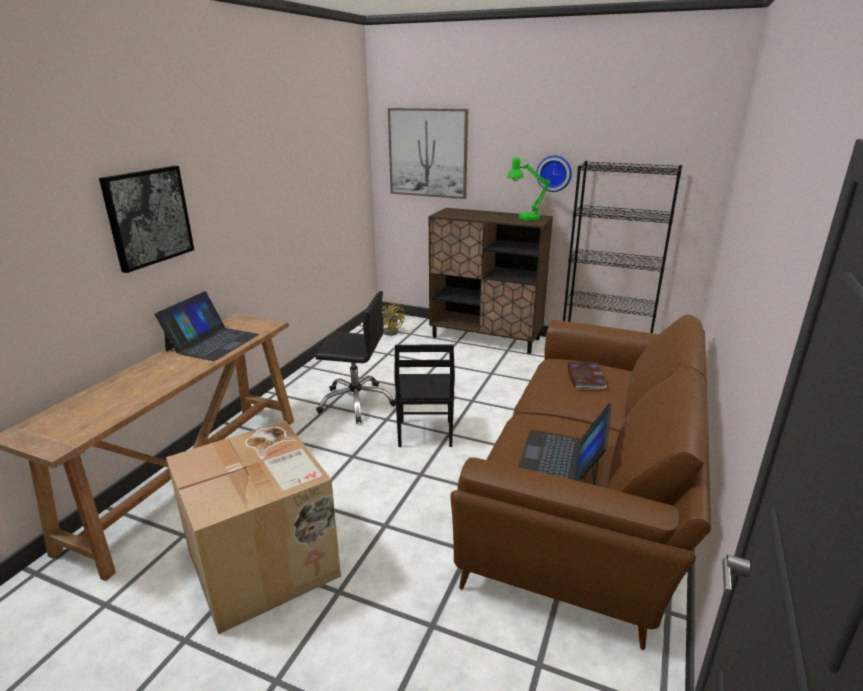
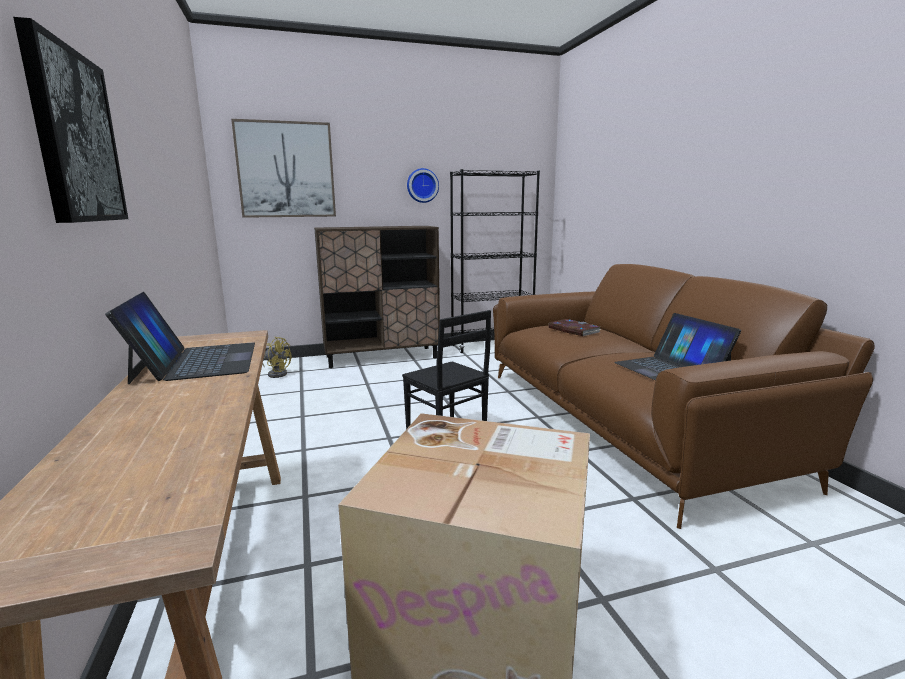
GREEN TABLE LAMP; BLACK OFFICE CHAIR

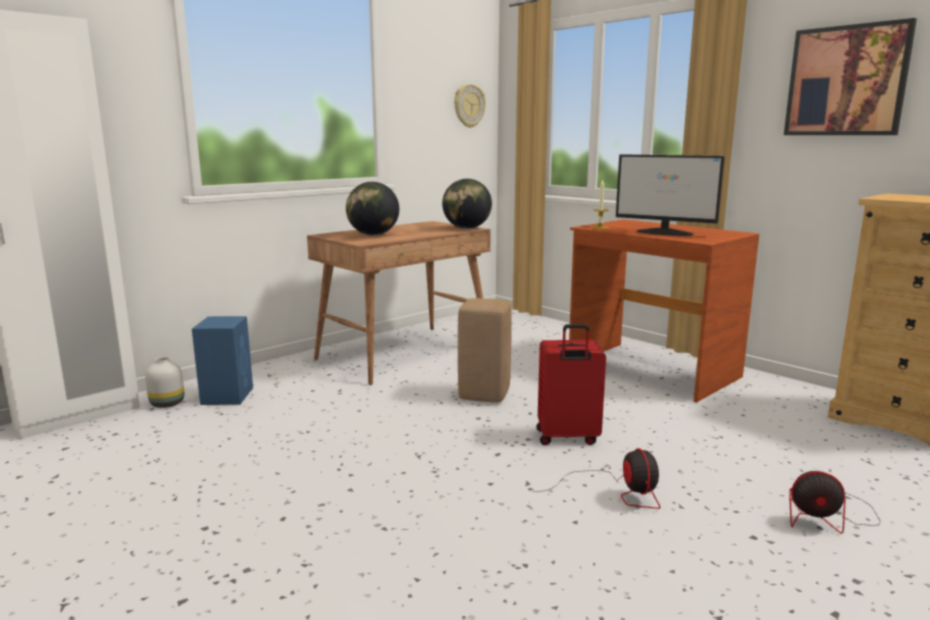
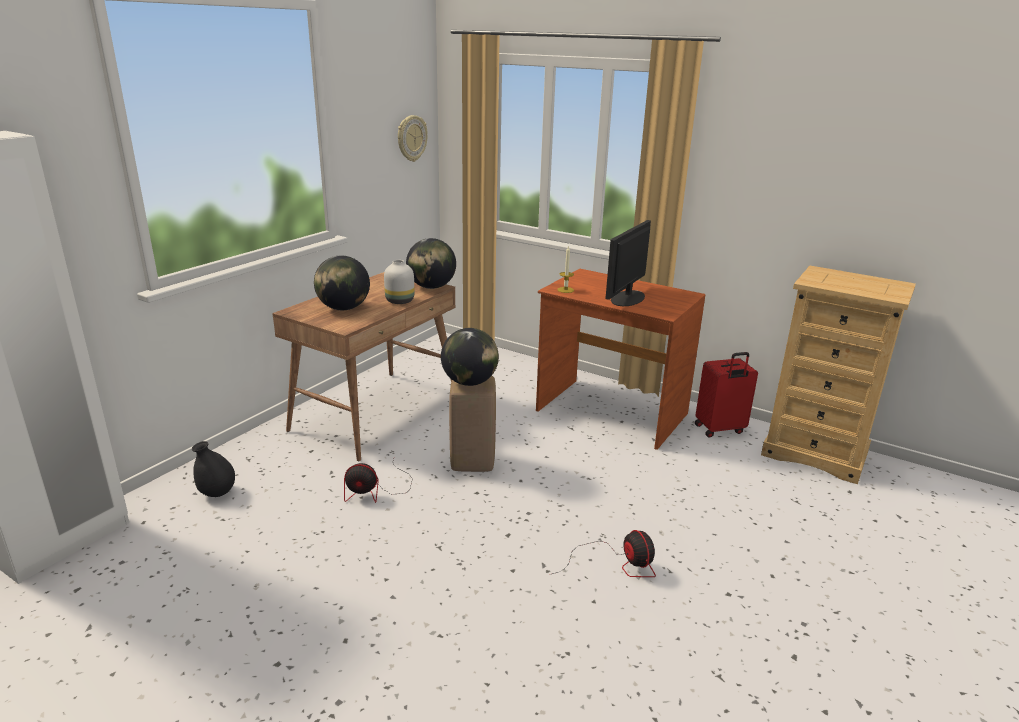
PICTURE; MONITOR; BLACK VASE; RED SUITCASE; WHITE VASE; FAN (1st from left); GLOBE (3rd from left)

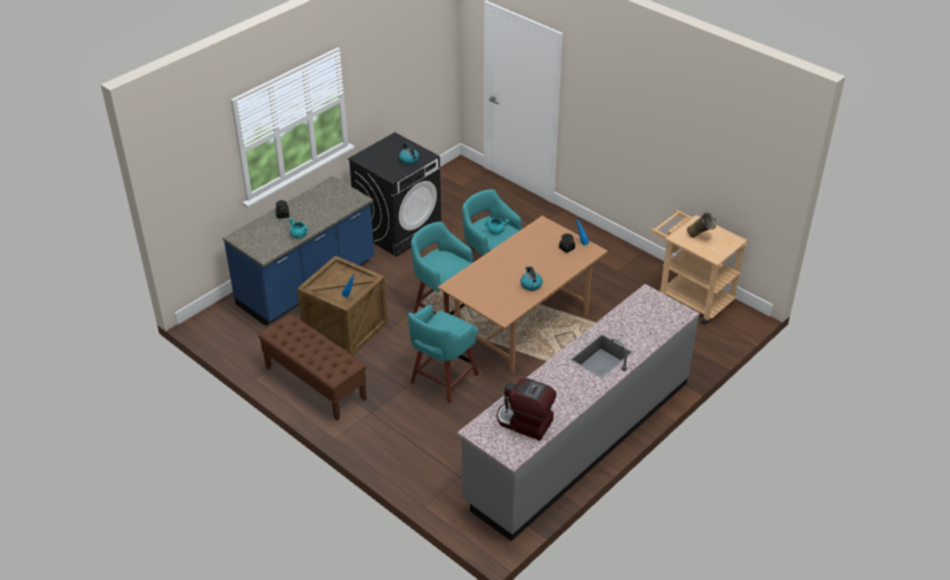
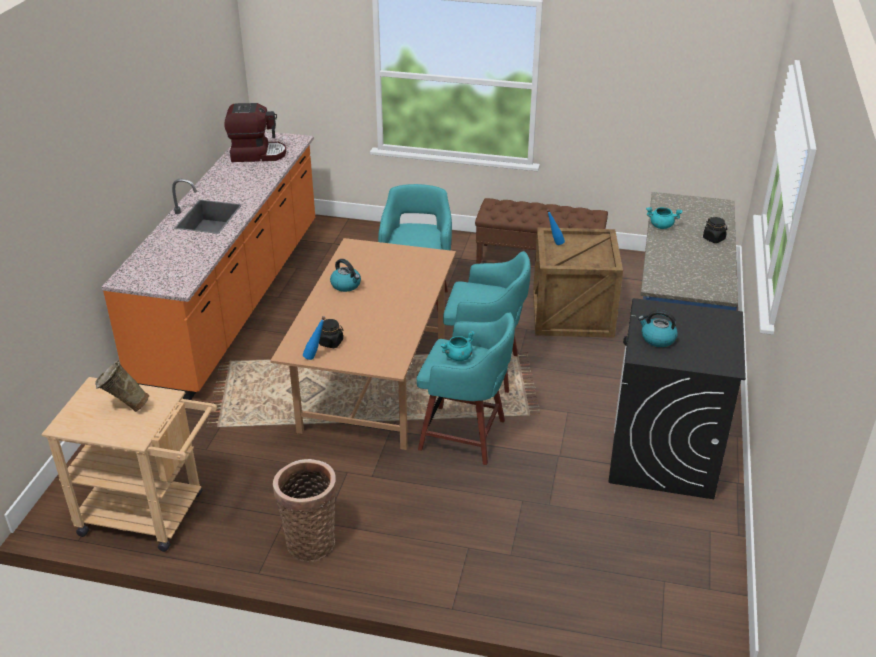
ORANGE COUNTER; BASKET

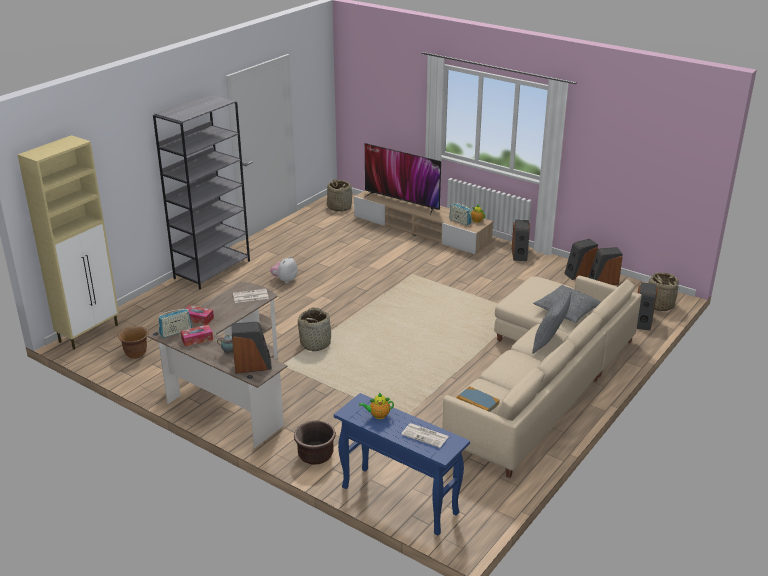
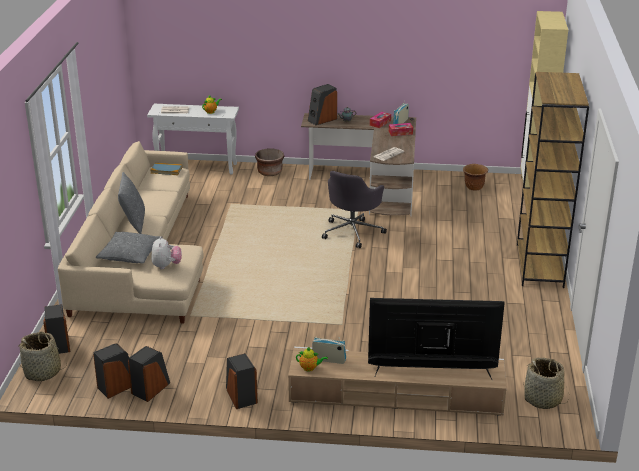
BROWN BOOKCASE; PLUSH TOY; GREY OFFICE CHAIR; WHITE CONSOLE TABLE

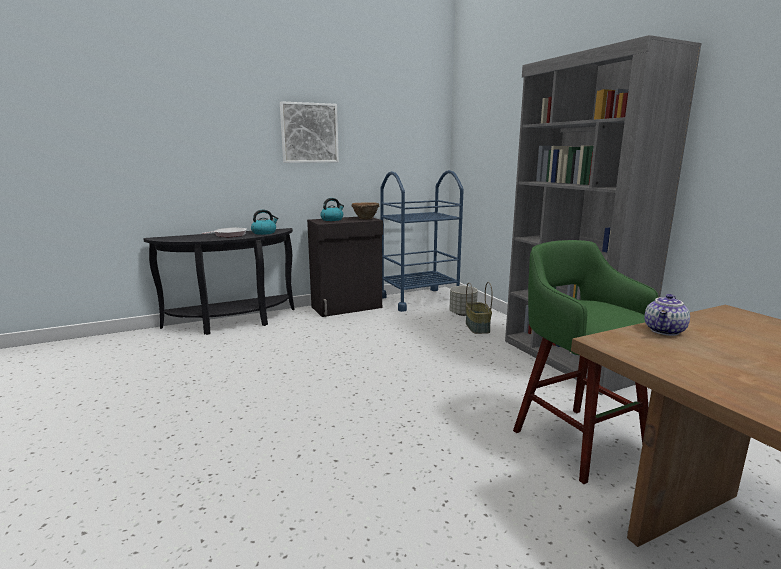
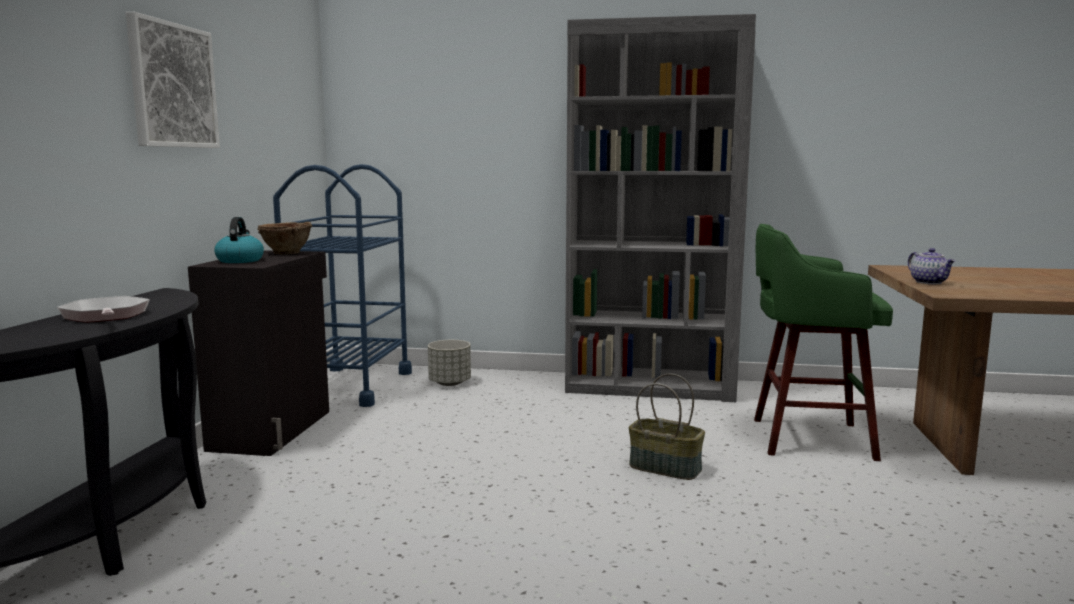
KETTLE (1st from left in the first image); BASKET

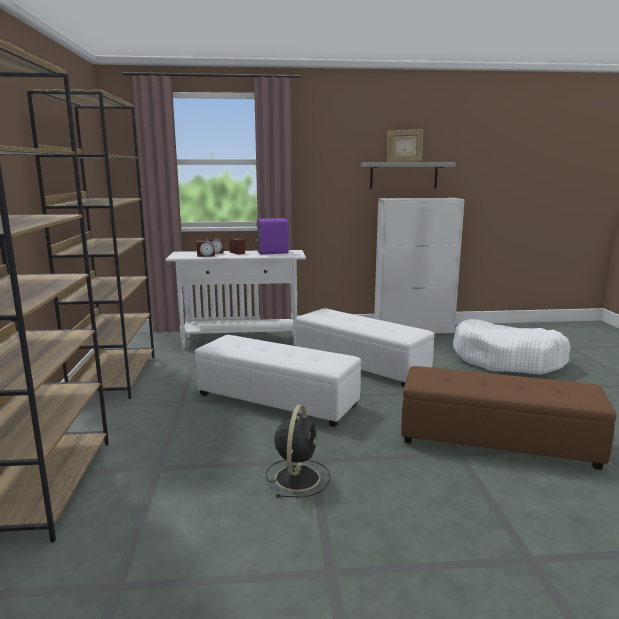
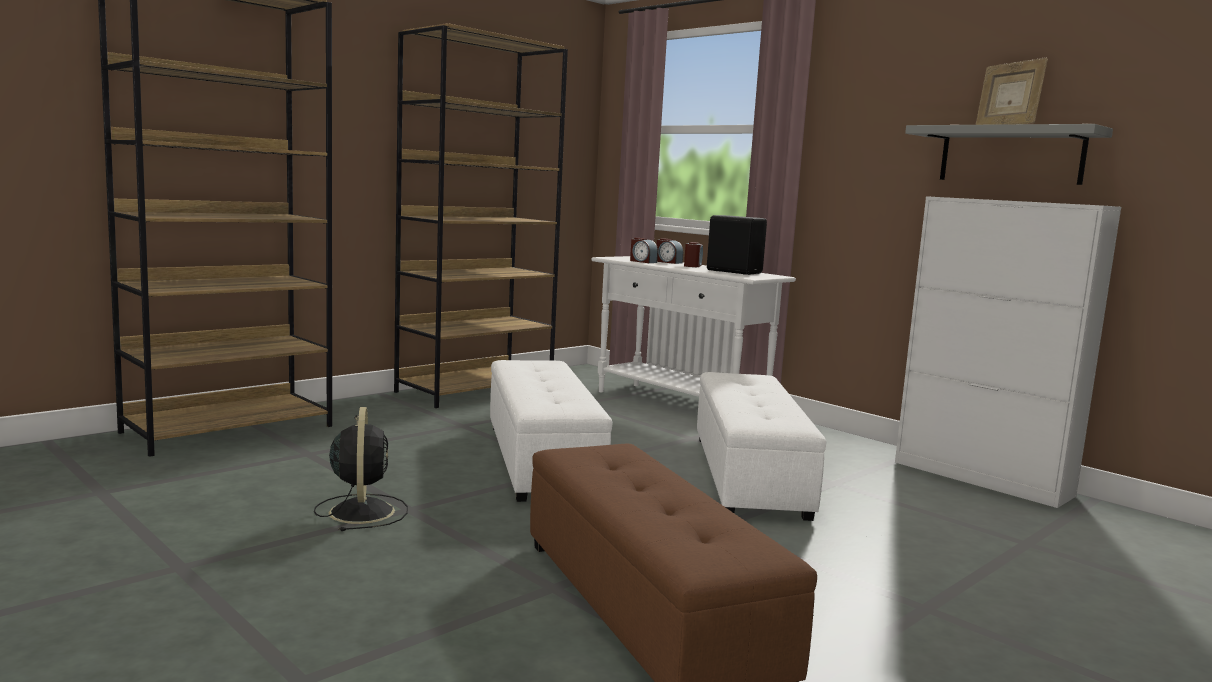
BLACK SPEAKER; WHITE DOG BED; BLACK FAN

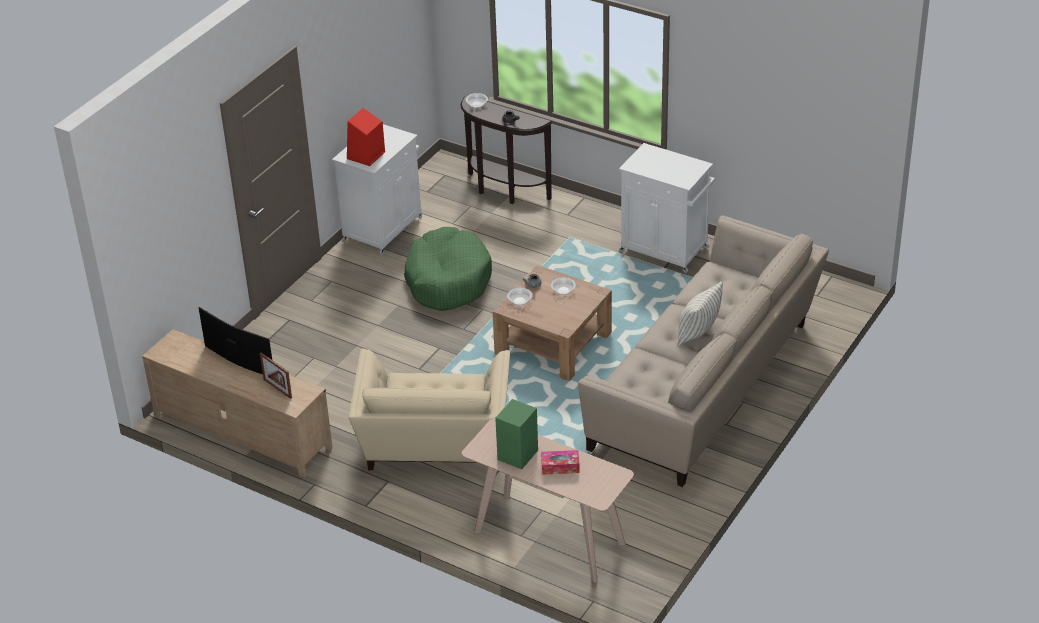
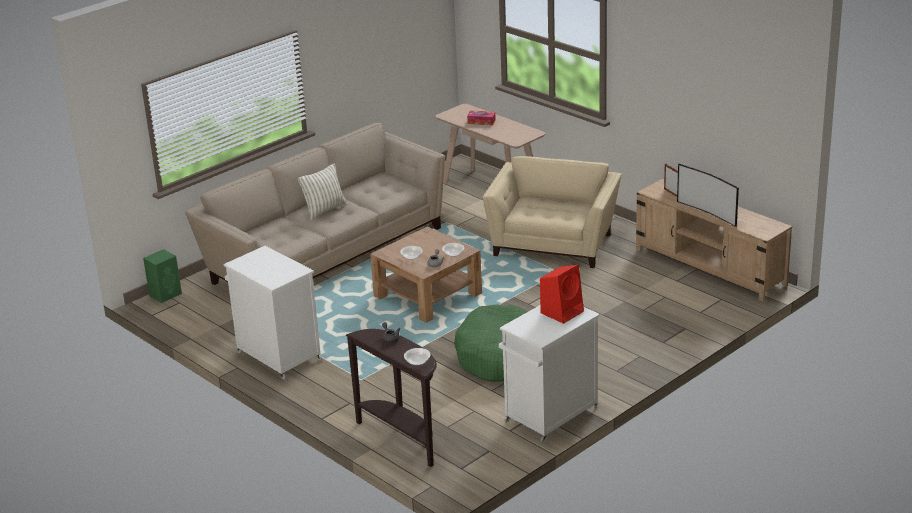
GREEN SPEAKER

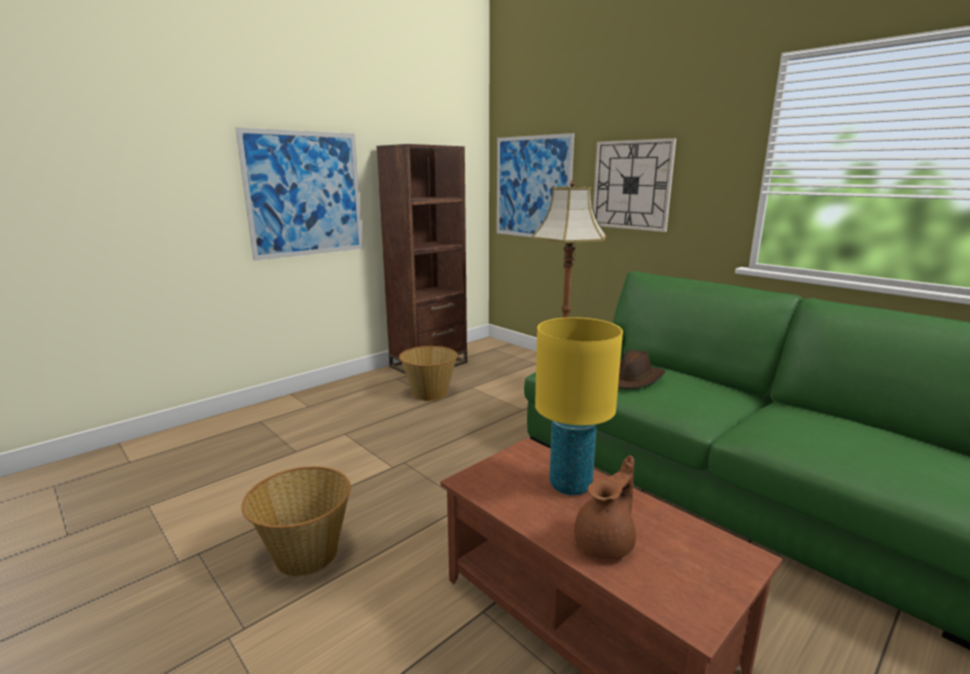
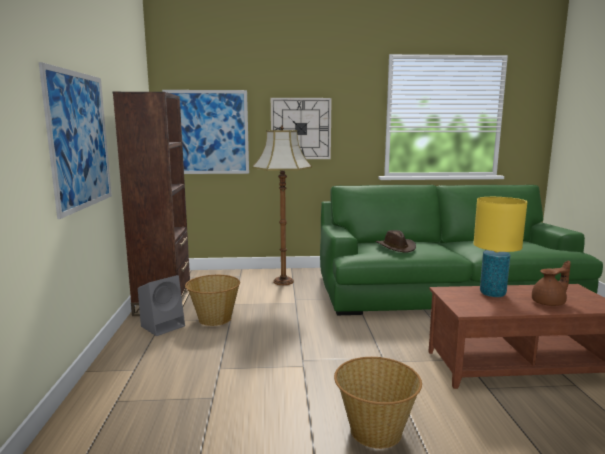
BROWN TEAPOT; GREY SPEAKER

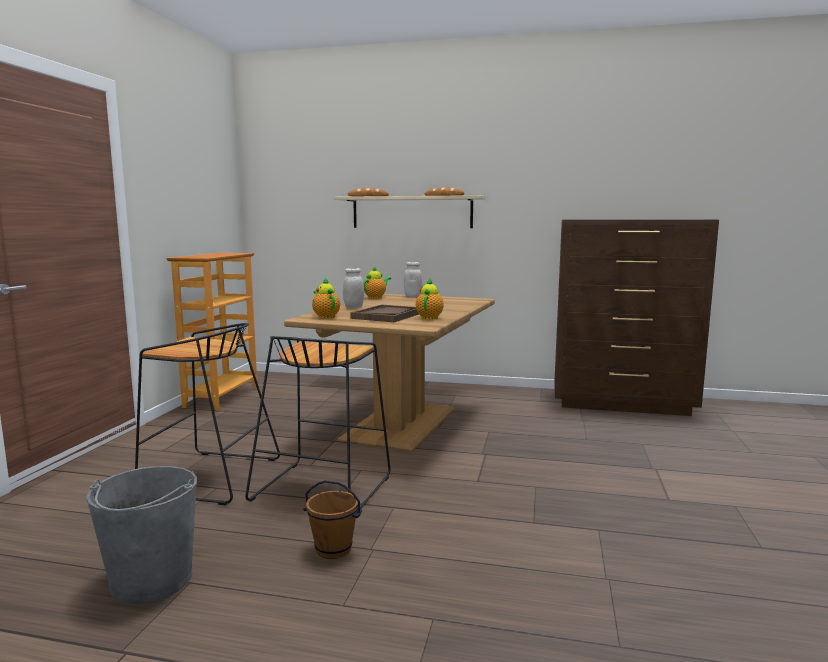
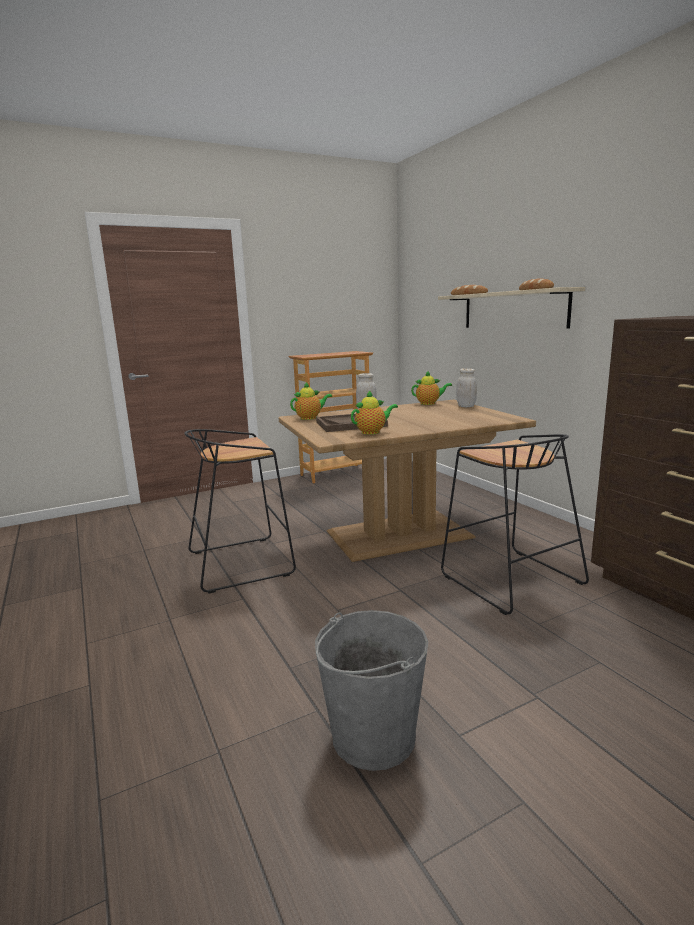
TEAPOT (1st from left); BLACK STOOL (2nd from left); GREY BUCKET; BROWN BUCKET

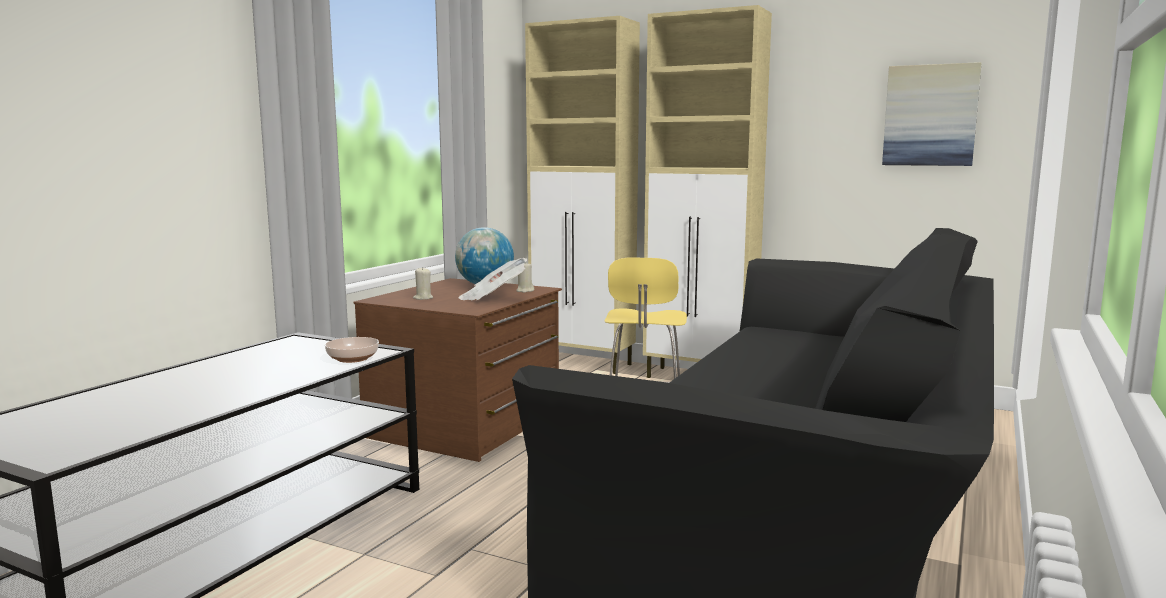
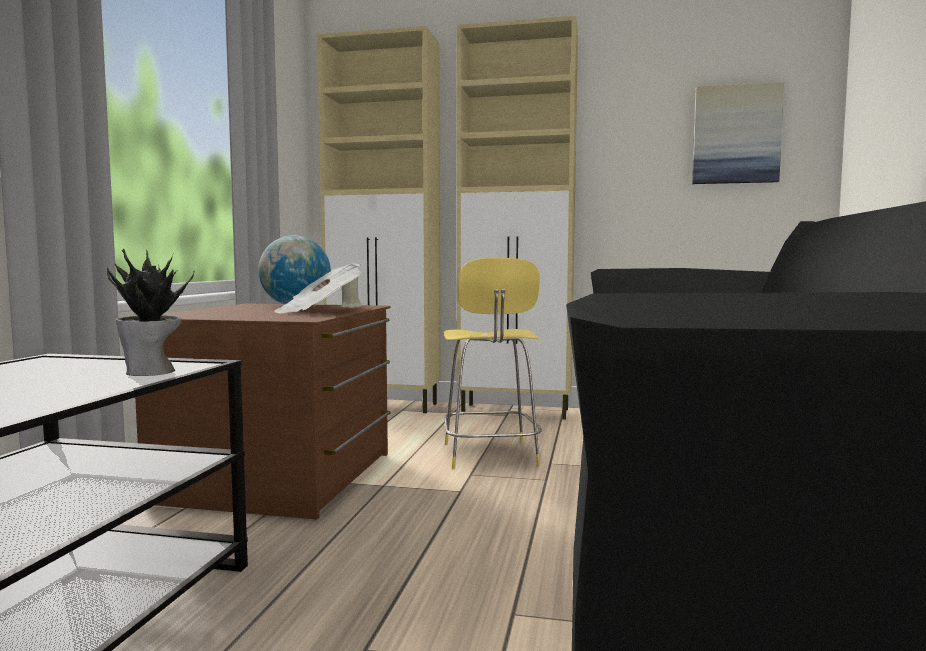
BEIGE CANDLE (1st from left in the first image); POTTED PLANT

